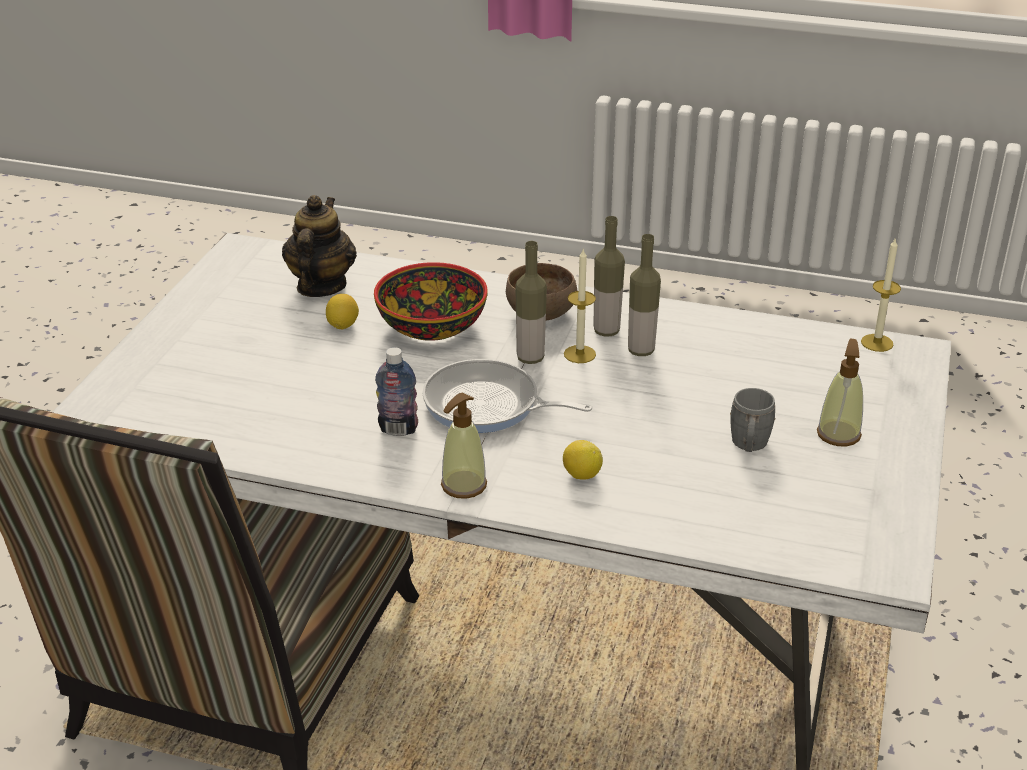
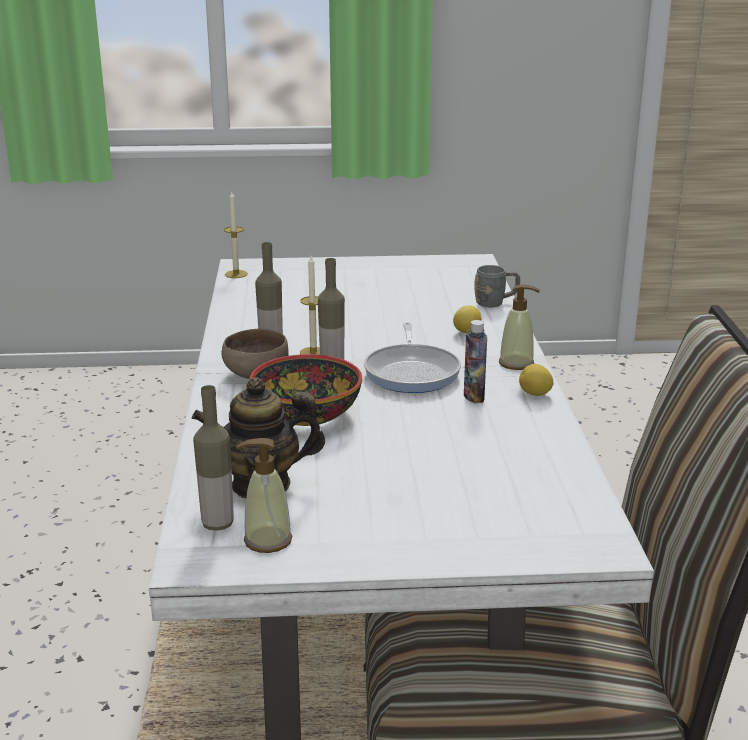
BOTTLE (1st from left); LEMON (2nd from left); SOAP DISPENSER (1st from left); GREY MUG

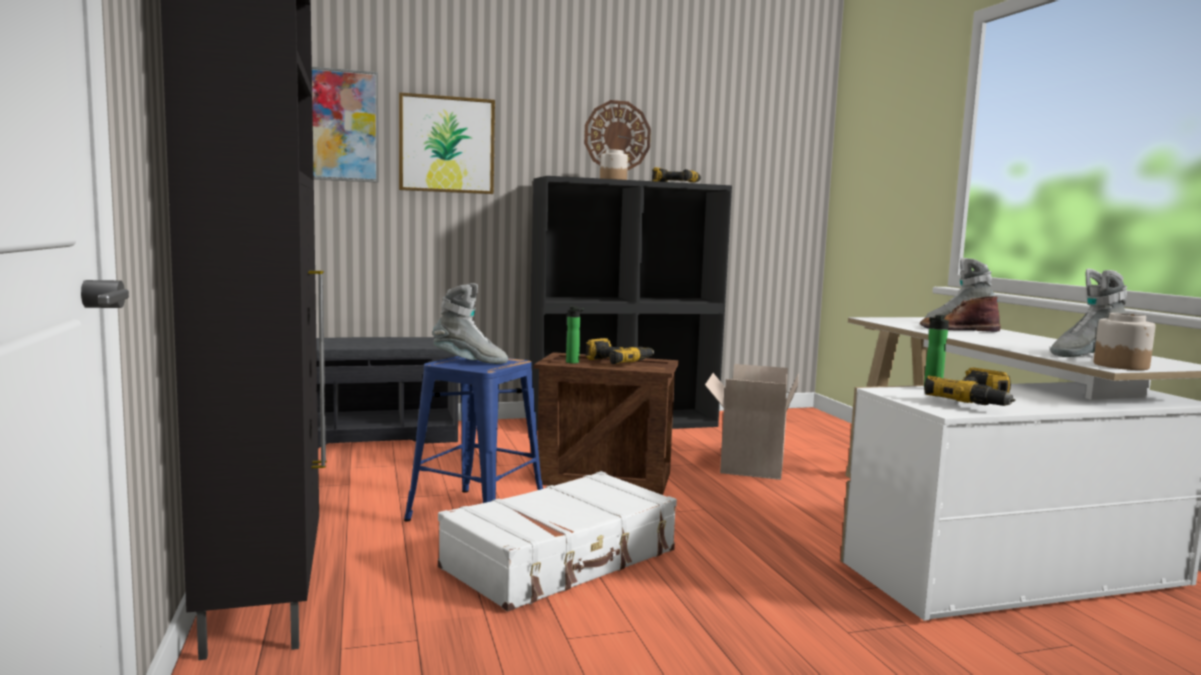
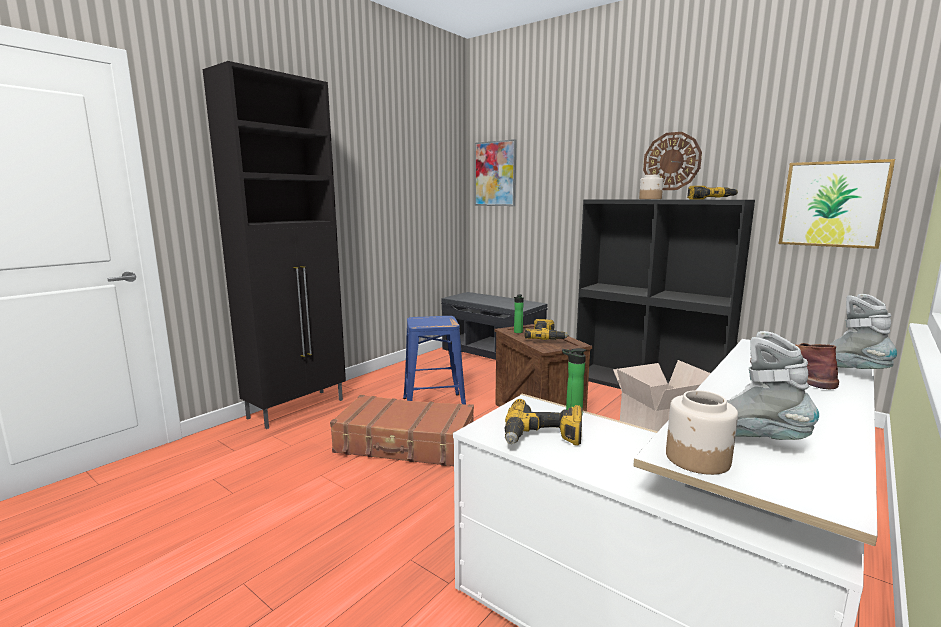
PICTURE (2nd from left); GREY BOOT (1st from left in the first image); BROWN SUITCASE

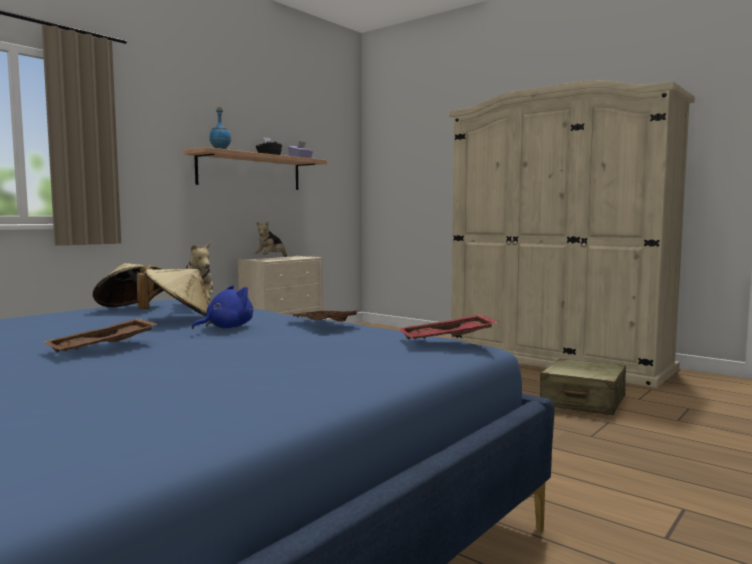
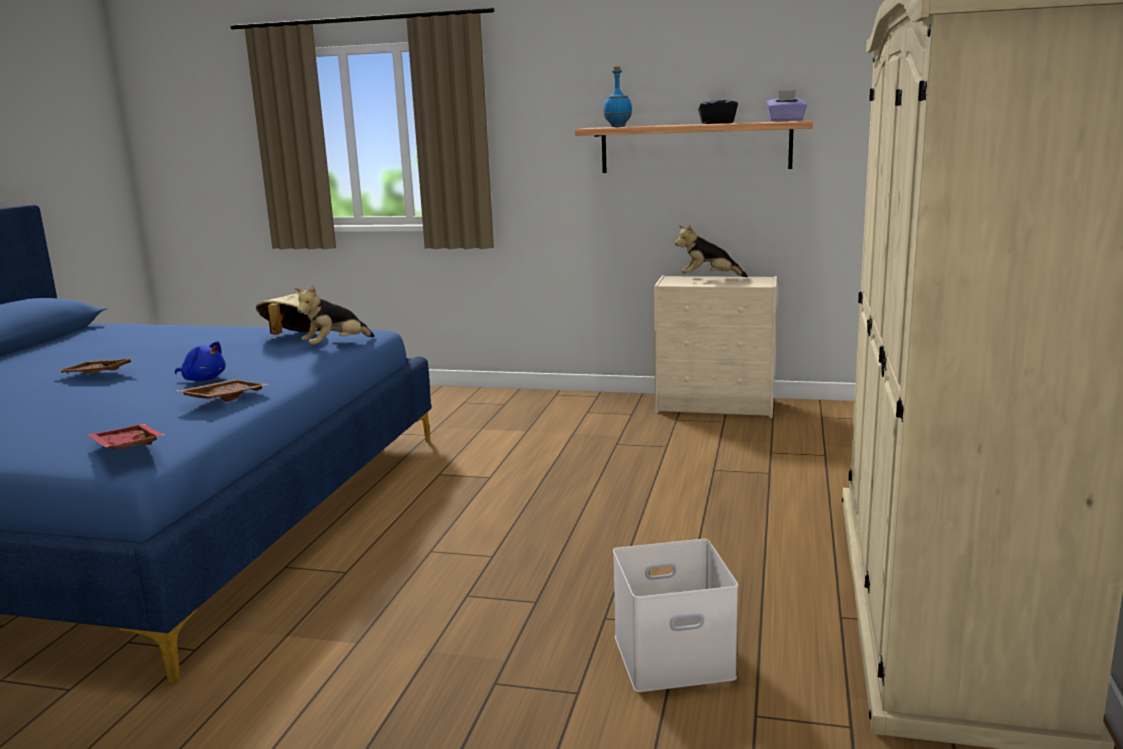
BEIGE HAT (2nd from left in the first image); WHITE STORAGE BOX

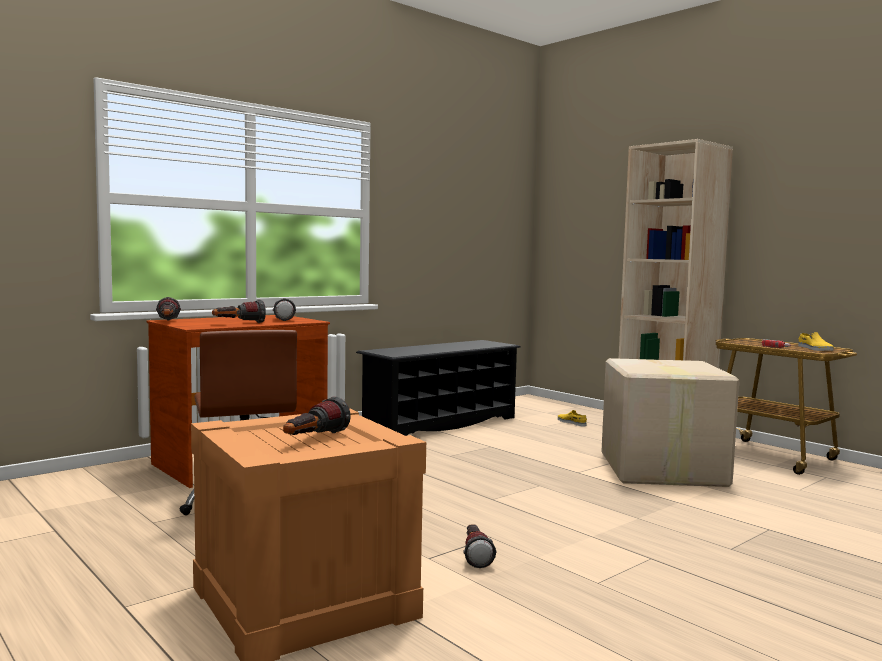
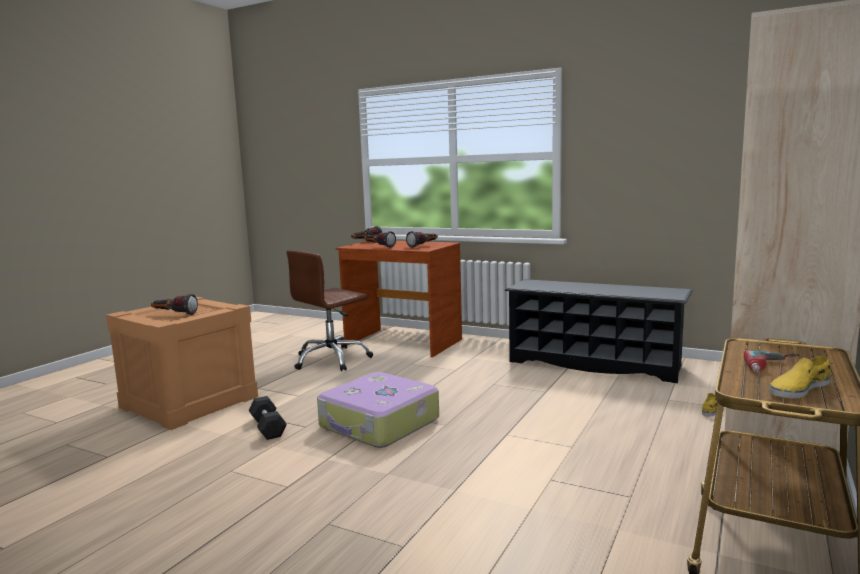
CARDBOARD BOX; BLACK DUMBBELL; SUITCASE

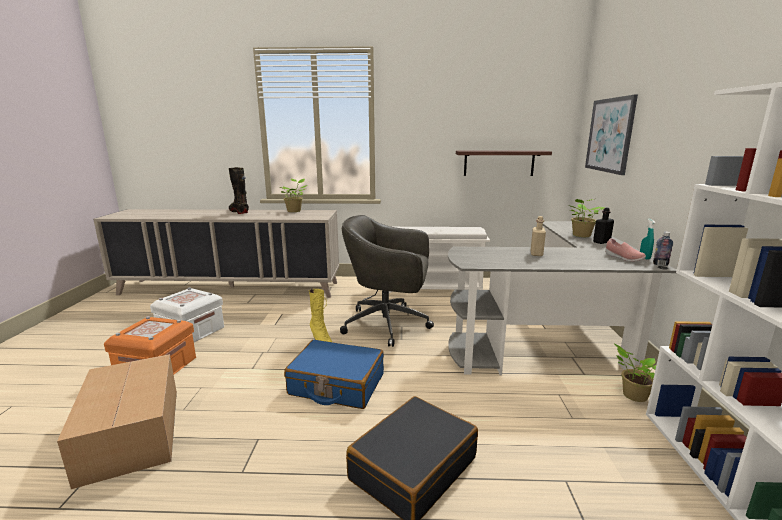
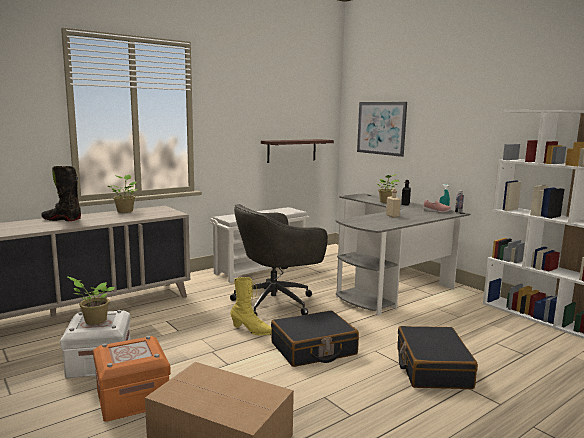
BLACK SUITCASE (1st from left); POTTED PLANT (1st from left)

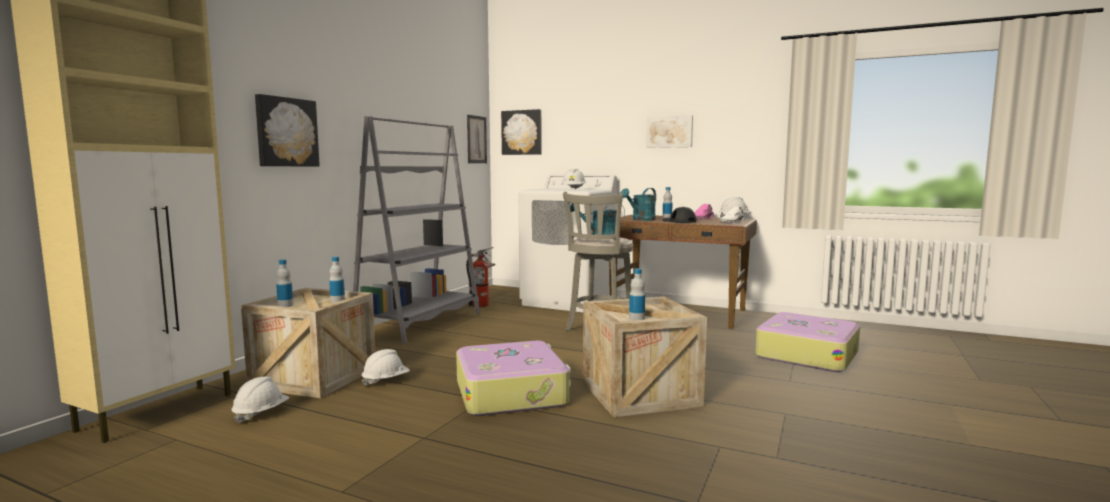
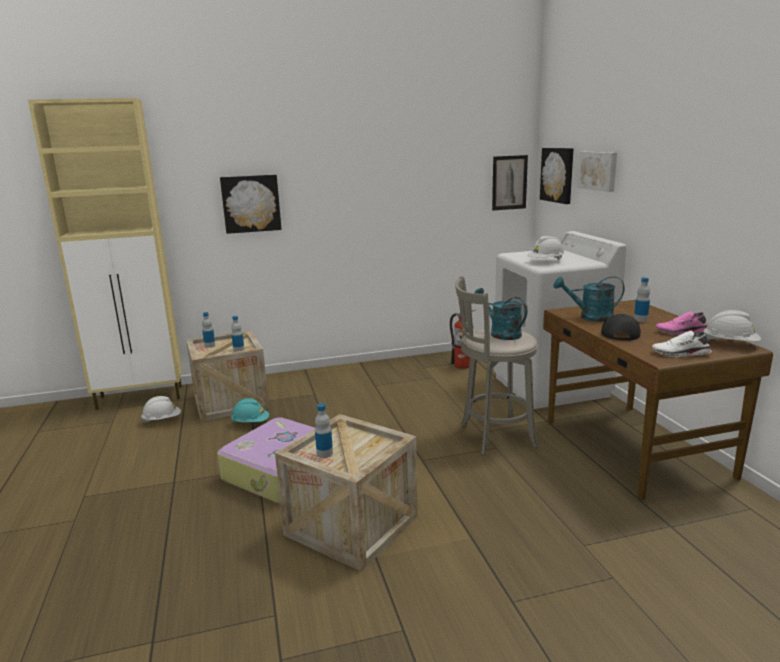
PICTURE (4th from left); GREY BOOKCASE; SUITCASE (2nd from left in the first image); TURQUOISE HARD HAT

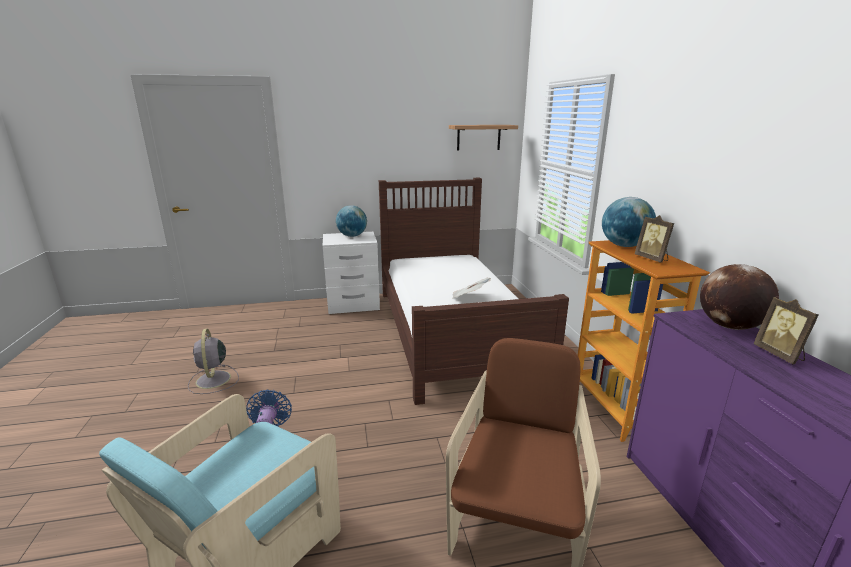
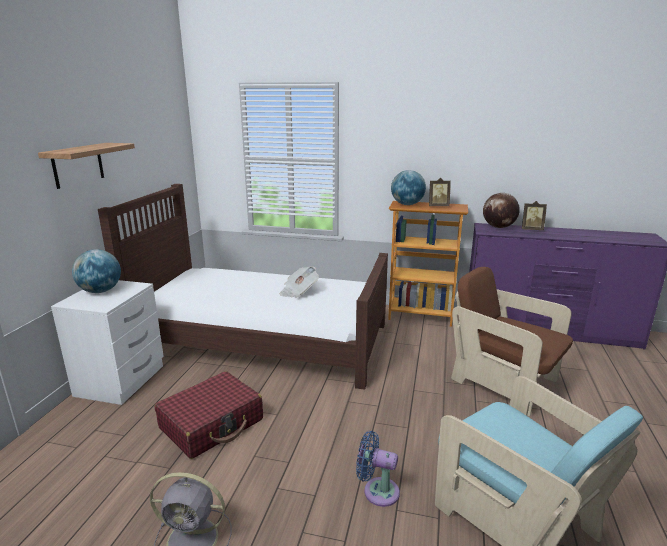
SHELF; RED SUITCASE

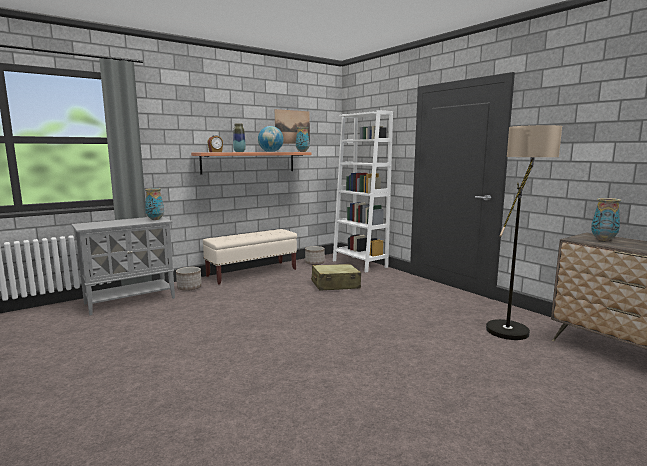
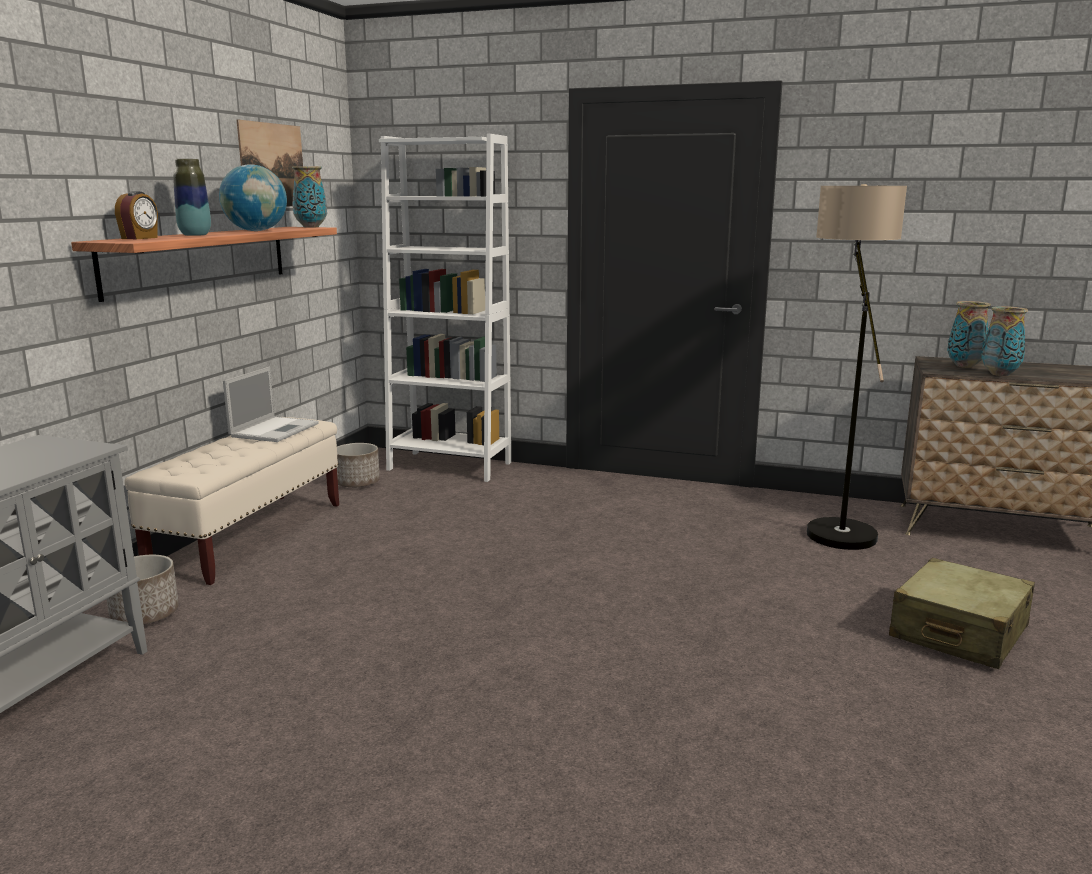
VASE (4th from left); BEIGE SUITCASE; LAPTOP

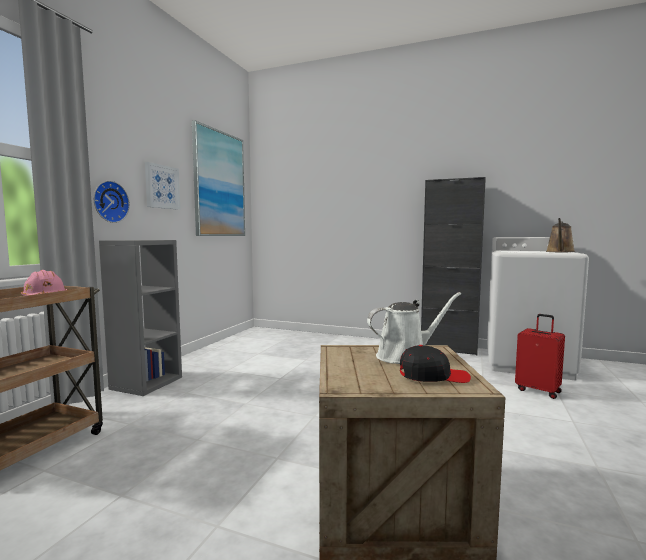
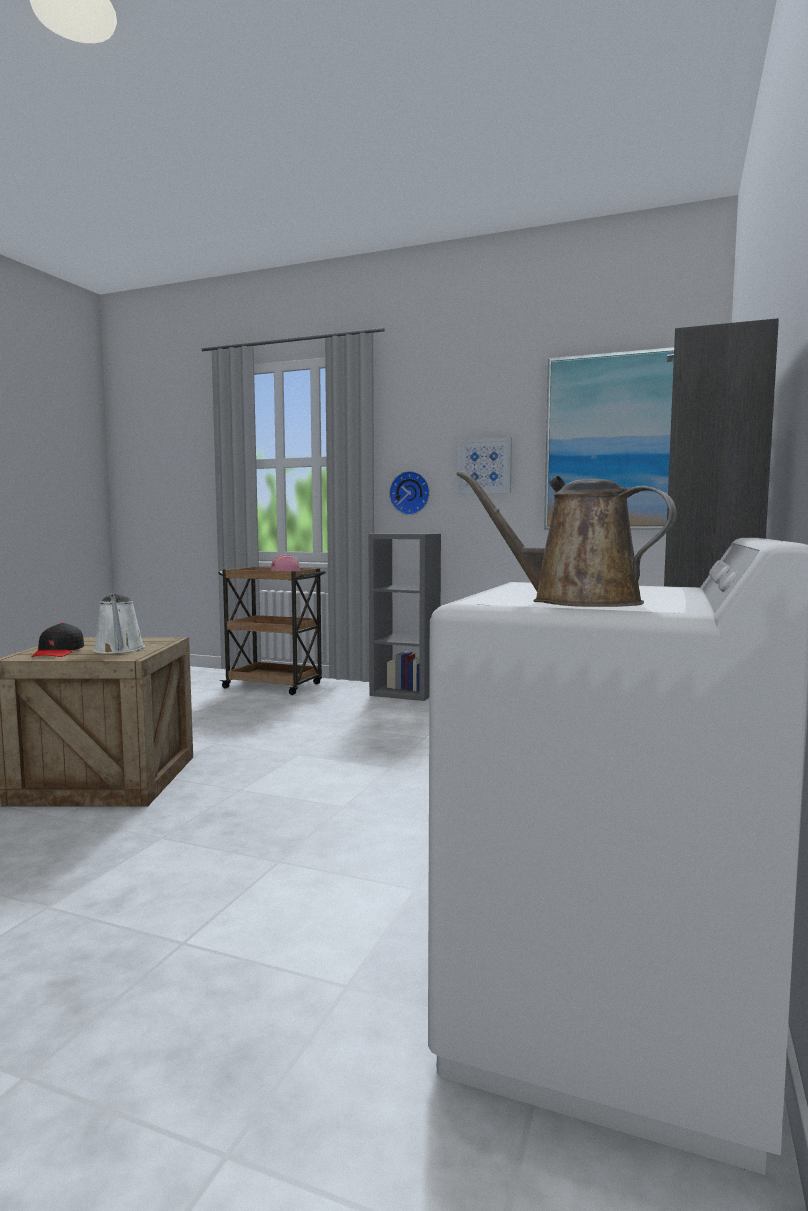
RED SUITCASE

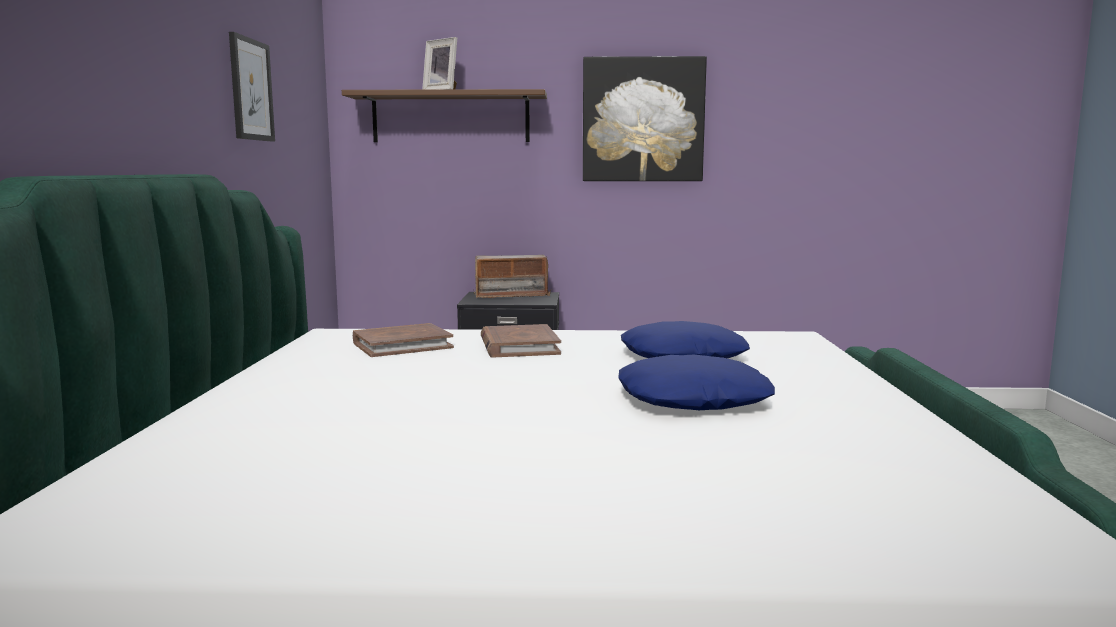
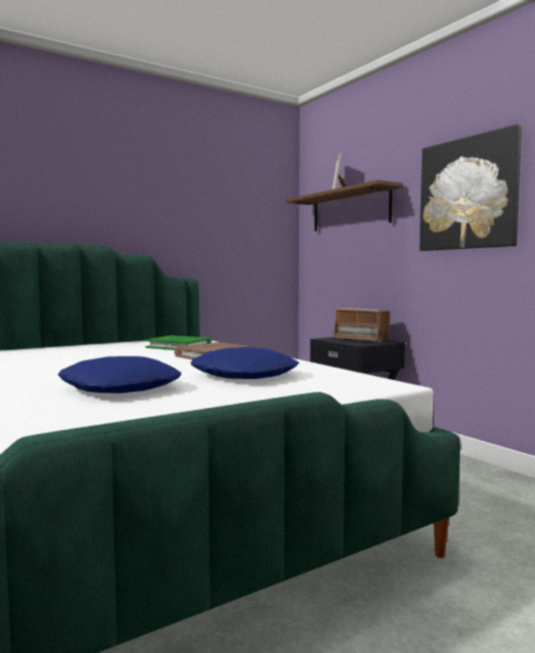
PICTURE (1st from left in the first image); GREEN BOOK

